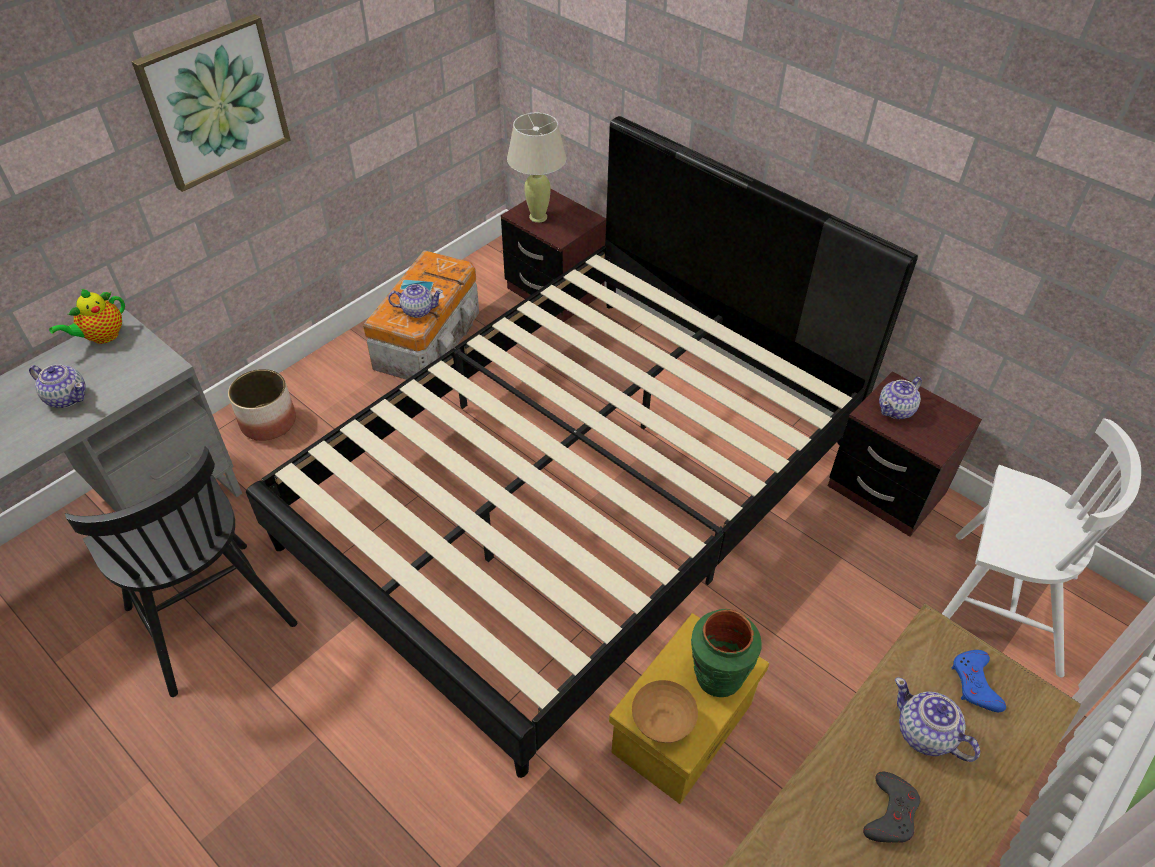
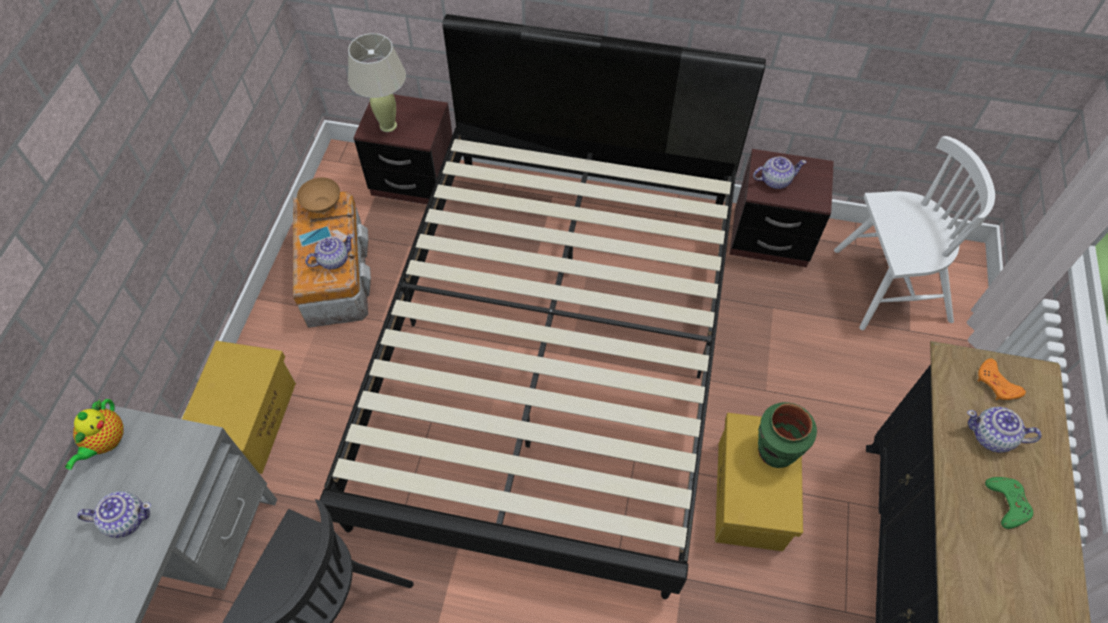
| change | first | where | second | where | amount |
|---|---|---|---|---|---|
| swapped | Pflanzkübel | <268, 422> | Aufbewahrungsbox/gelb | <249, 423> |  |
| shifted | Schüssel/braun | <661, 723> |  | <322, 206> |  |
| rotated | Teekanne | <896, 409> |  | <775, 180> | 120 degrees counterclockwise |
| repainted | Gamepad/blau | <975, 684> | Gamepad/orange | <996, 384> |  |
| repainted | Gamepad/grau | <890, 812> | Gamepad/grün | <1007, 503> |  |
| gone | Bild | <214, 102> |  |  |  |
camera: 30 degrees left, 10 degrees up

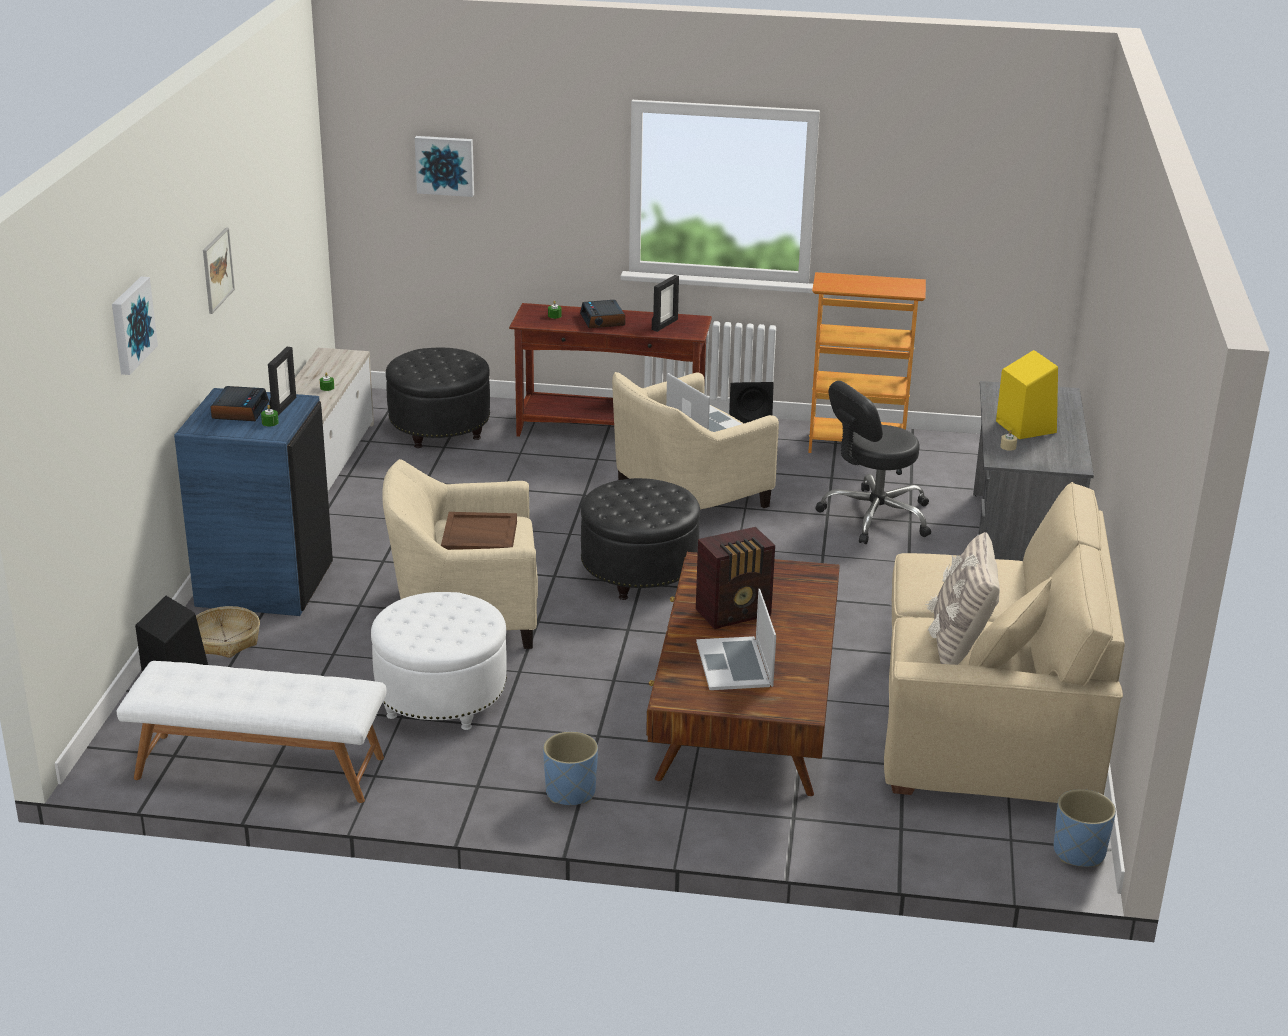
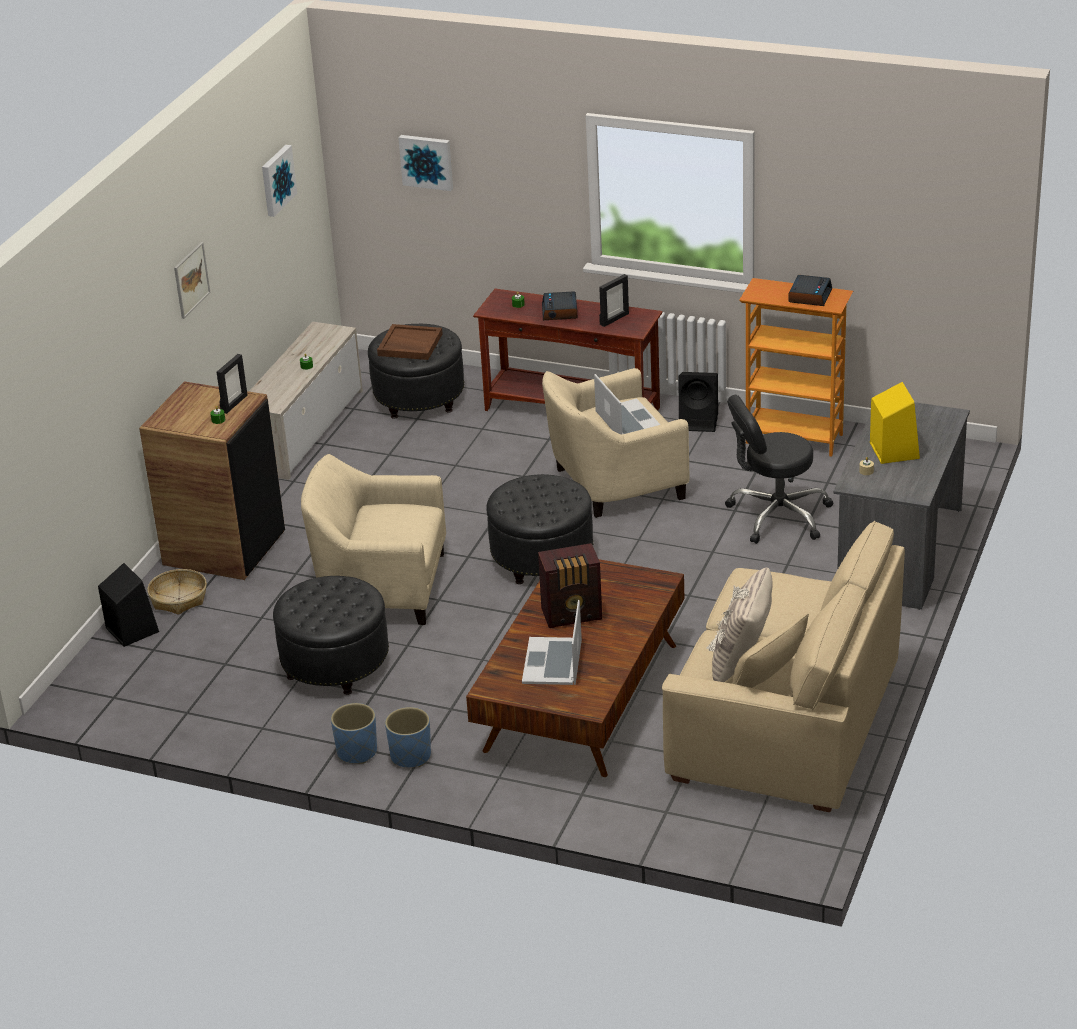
| change | first | where | second | where | amount |
|---|---|---|---|---|---|
| repainted | Schrank/blau | <265, 583> | Schrank/braun | <225, 547> |  |
| shifted | Bild | <131, 325> |  | <276, 180> |  |
| repainted | Polsterhocker/weiß | <441, 699> | Polsterhocker/schwarz | <335, 665> |  |
| shifted | Pflanzkübel/blau | <1079, 853> |  | <357, 752> |  |
| shifted | Tablett/braun | <479, 537> |  | <409, 345> |  |
| shifted | Wecker | <240, 410> |  | <809, 295> |  |
| gone | Bank/weiß | <259, 768> |  |  |  |
camera: 15 degrees right, 5 degrees up

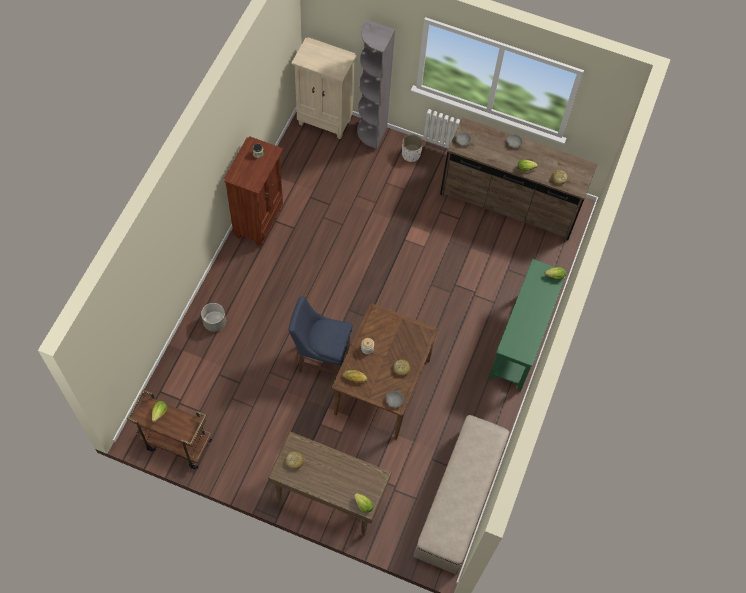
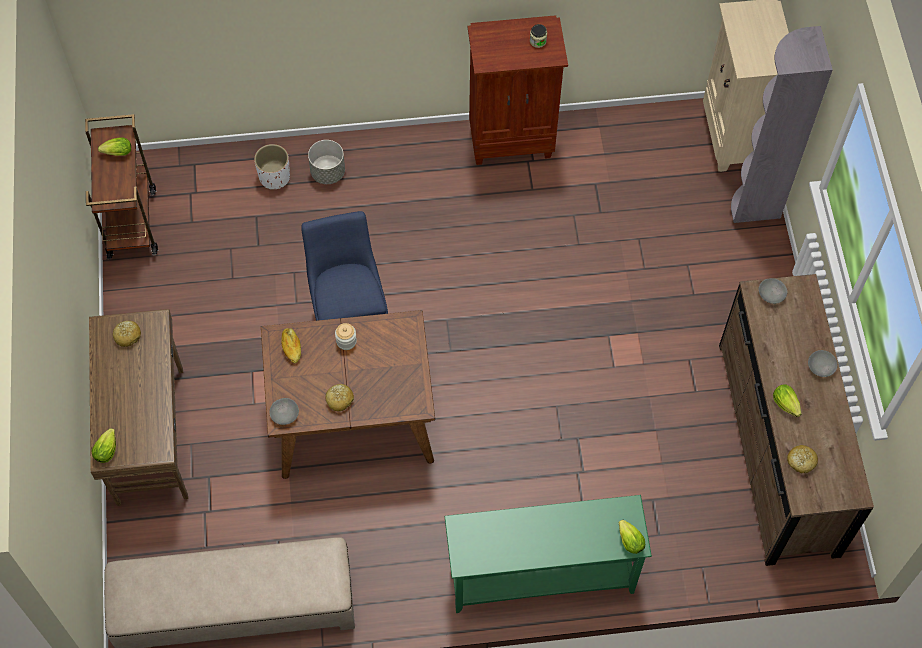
| change | first | where | second | where | amount |
|---|---|---|---|---|---|
| shifted | Pflanzkübel/weiß | <411, 155> |  | <274, 177> |  |
camera: 65 degrees right, 0 degrees up

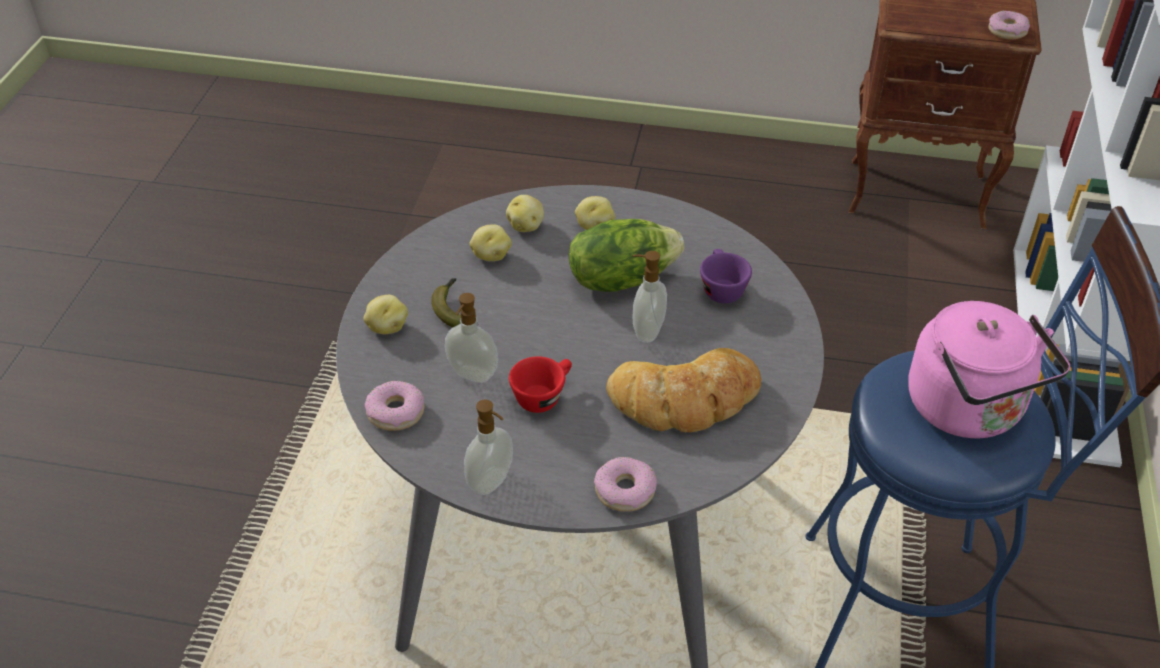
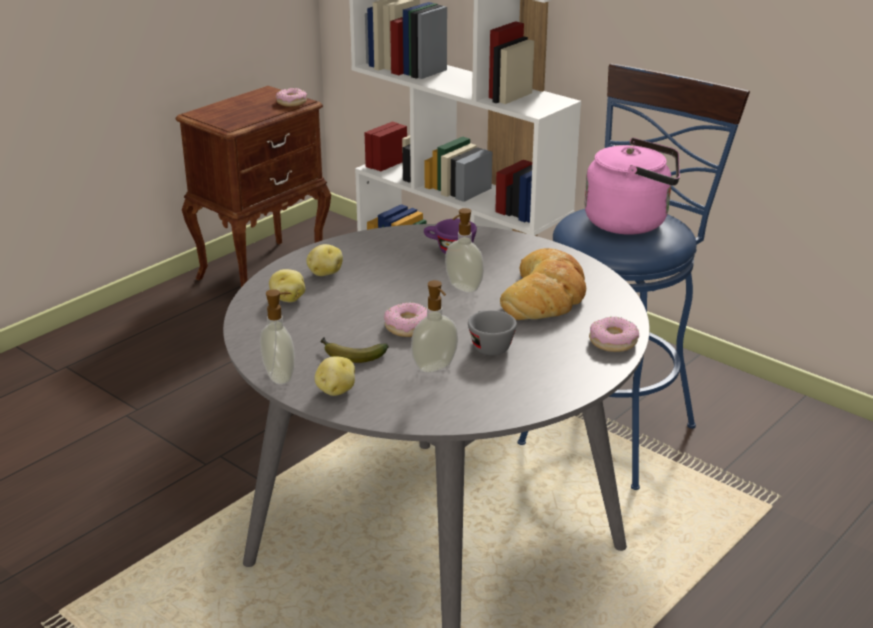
| change | first | where | second | where | amount |
|---|---|---|---|---|---|
| shifted | Seifenspender | <492, 482> |  | <280, 376> |  |
| shifted | Donut | <395, 412> |  | <408, 327> |  |
| repainted | Tasse/rot | <543, 395> | Tasse/grau | <488, 345> |  |
| gone | Kartoffel | <490, 255> |  |  |  |
| gone | Salatkopf | <621, 278> |  |  |  |
camera: 60 degrees left, 15 degrees down

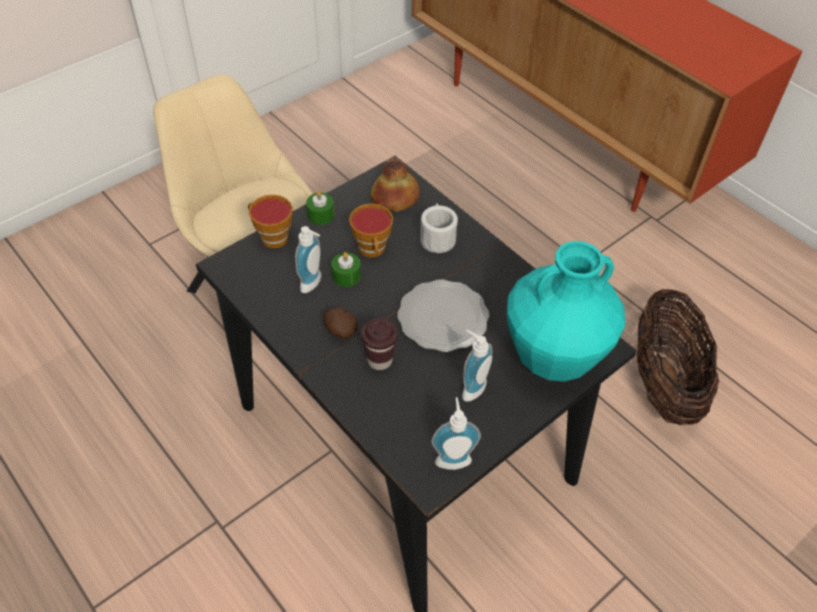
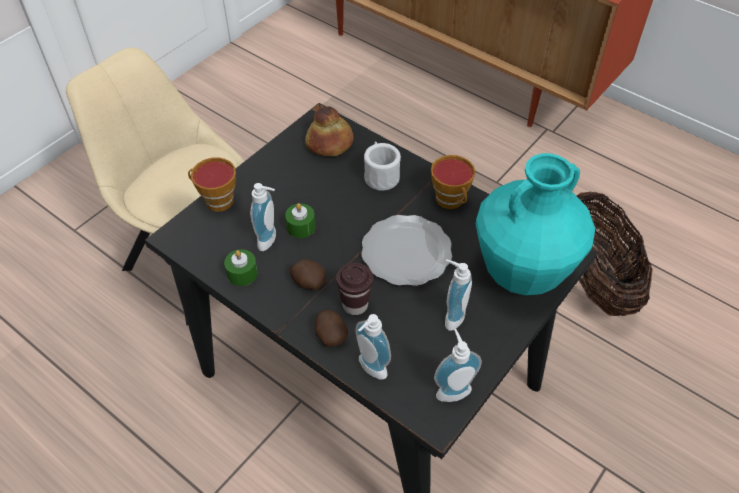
| change | first | where | second | where | amount |
|---|---|---|---|---|---|
| shifted | Kerze/grün | <320, 215> |  | <242, 273> |  |
| new |  |  | Kartoffel | <330, 335> |  |
| new |  |  | Seifenspender | <369, 369> |  |
| shifted | Tasse | <372, 250> |  | <451, 201> |  |
camera: 10 degrees left, 0 degrees up

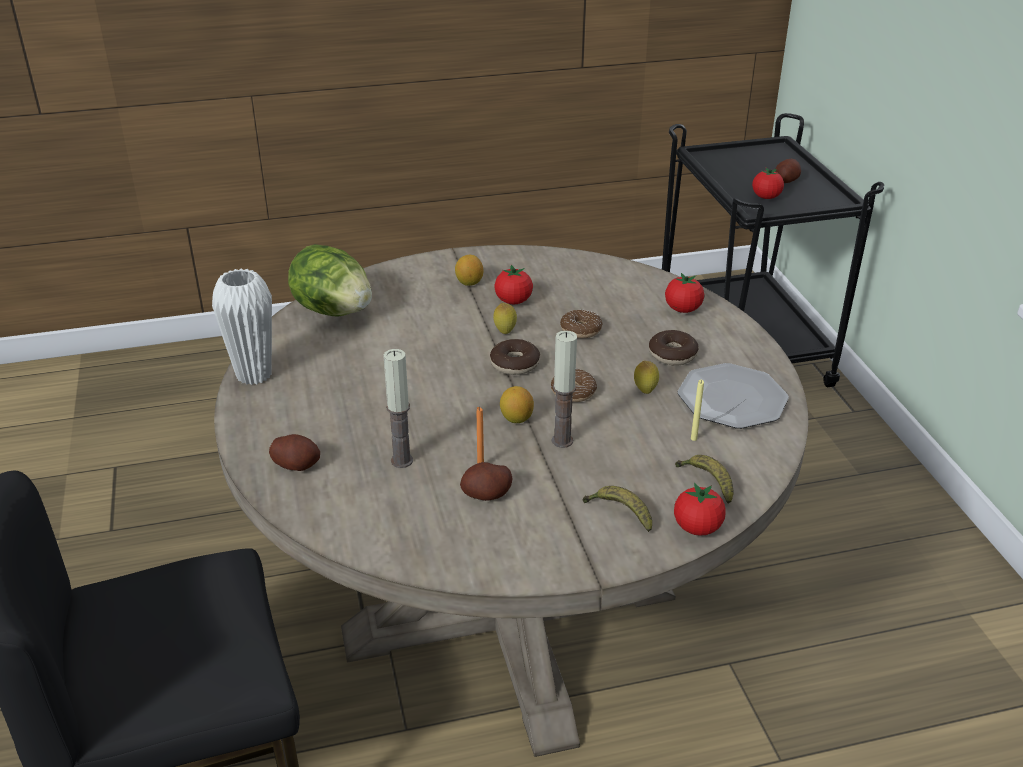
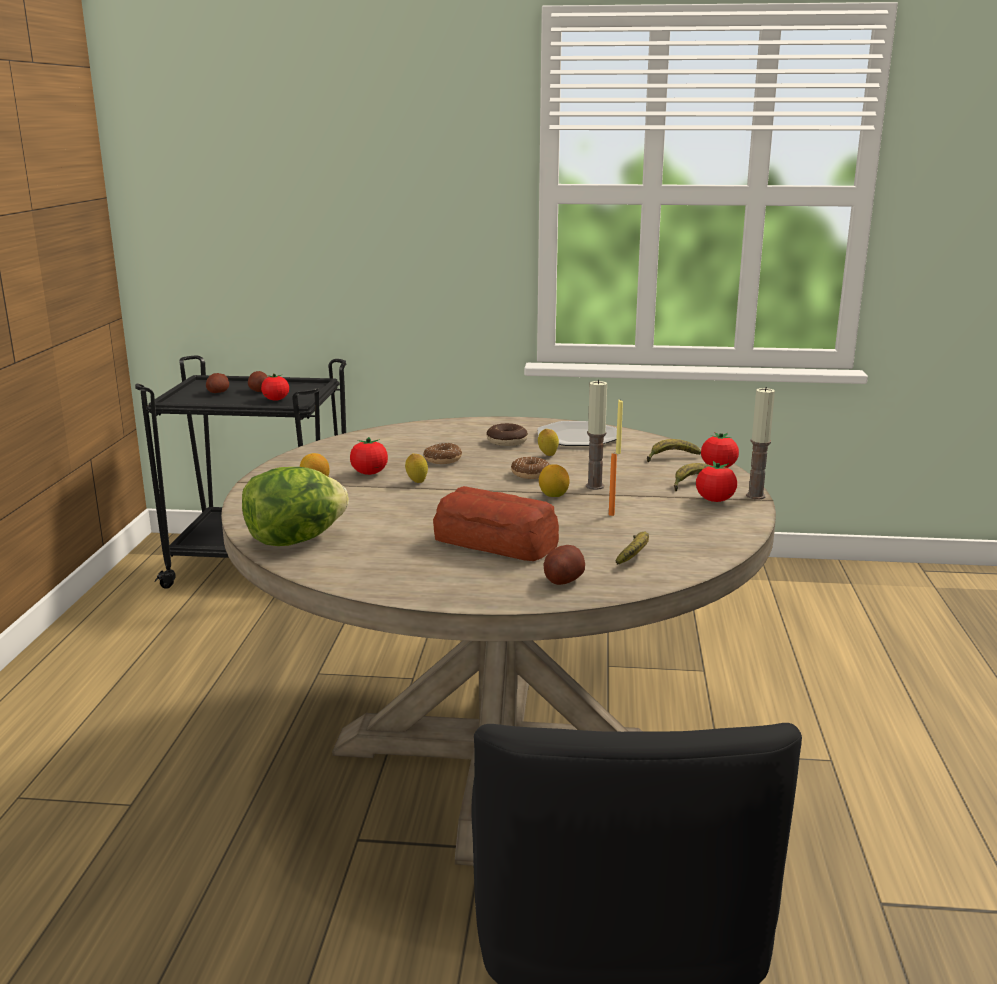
| change | first | where | second | where | amount |
|---|---|---|---|---|---|
| shifted | Kartoffel | <487, 494> |  | <218, 392> |  |
| new |  |  | Brot | <496, 542> |  |
| new |  |  | Banane | <634, 555> |  |
| shifted | Tomate | <683, 309> |  | <715, 500> |  |
| shifted | Kerze | <402, 460> |  | <755, 496> |  |
| gone | Vase/weiß | <254, 375> |  |  |  |
| gone | Donut | <515, 364> |  |  |  |
camera: 70 degrees left, 15 degrees down

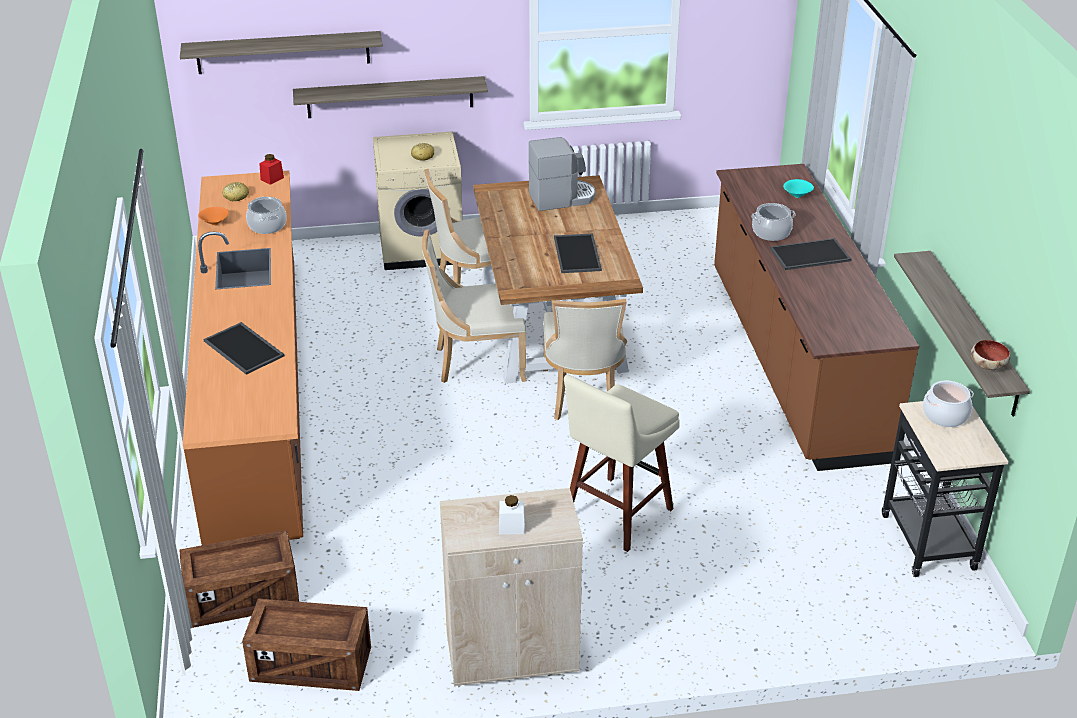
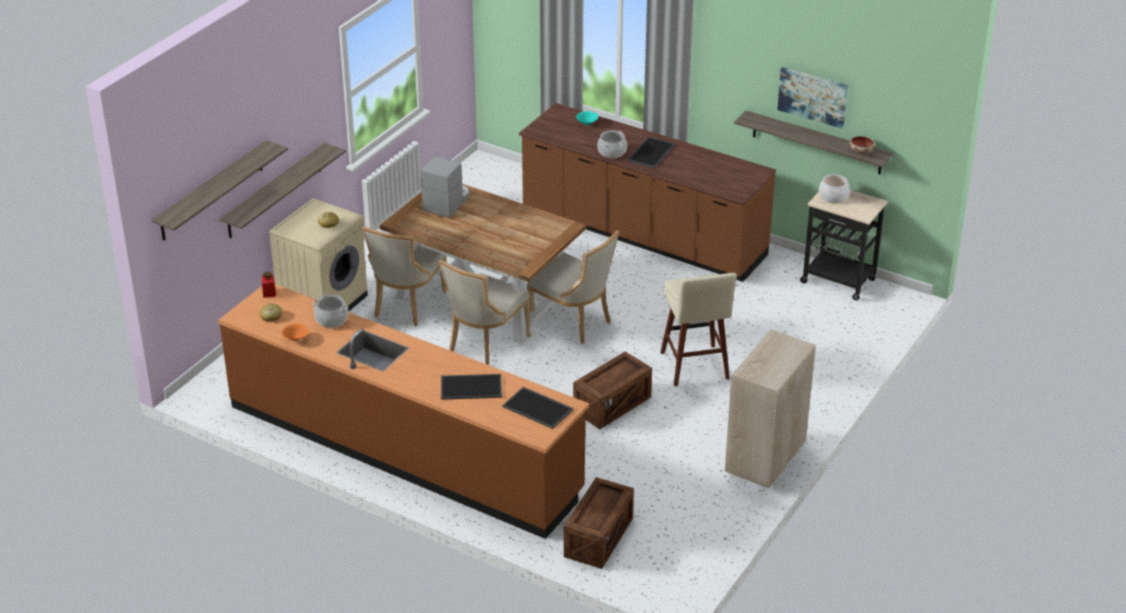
| change | first | where | second | where | amount |
|---|---|---|---|---|---|
| shifted | Tablett | <578, 254> |  | <539, 408> |  |
| shifted | Kiste | <310, 665> |  | <612, 405> |  |
| new |  |  | Bild | <813, 96> |  |
| gone | Vorratsglas/weiß | <511, 527> |  |  |  |
camera: 50 degrees left, 0 degrees up

